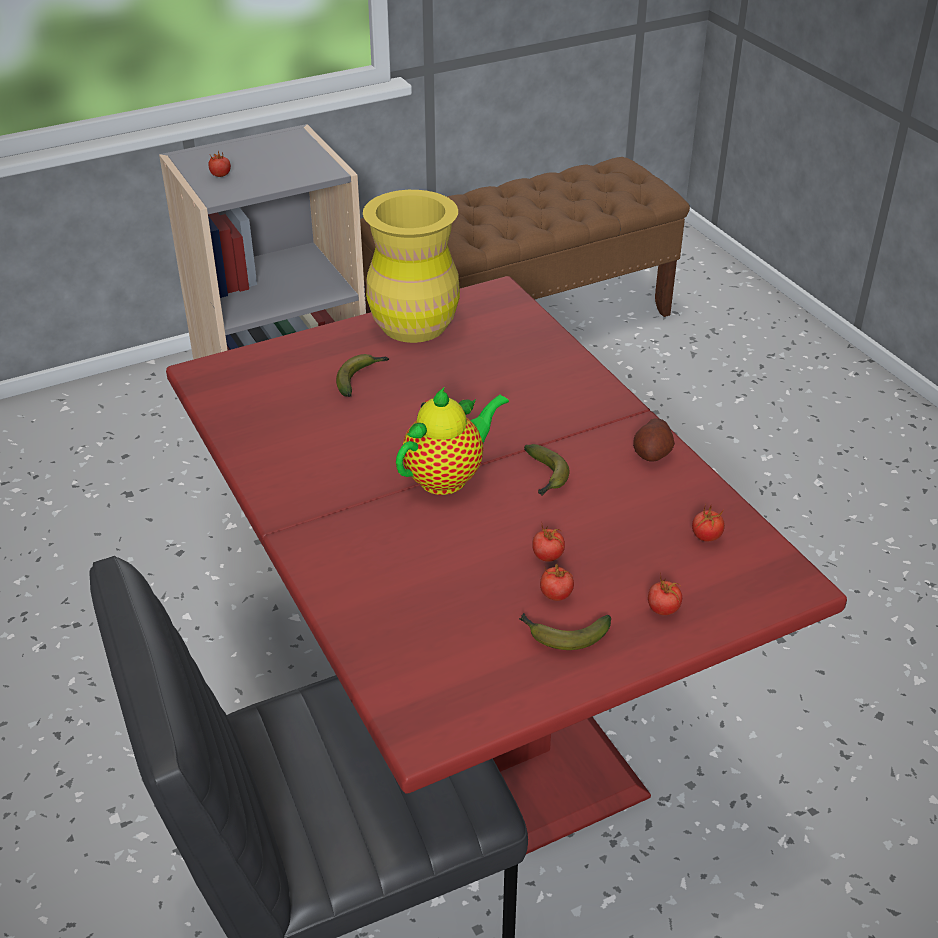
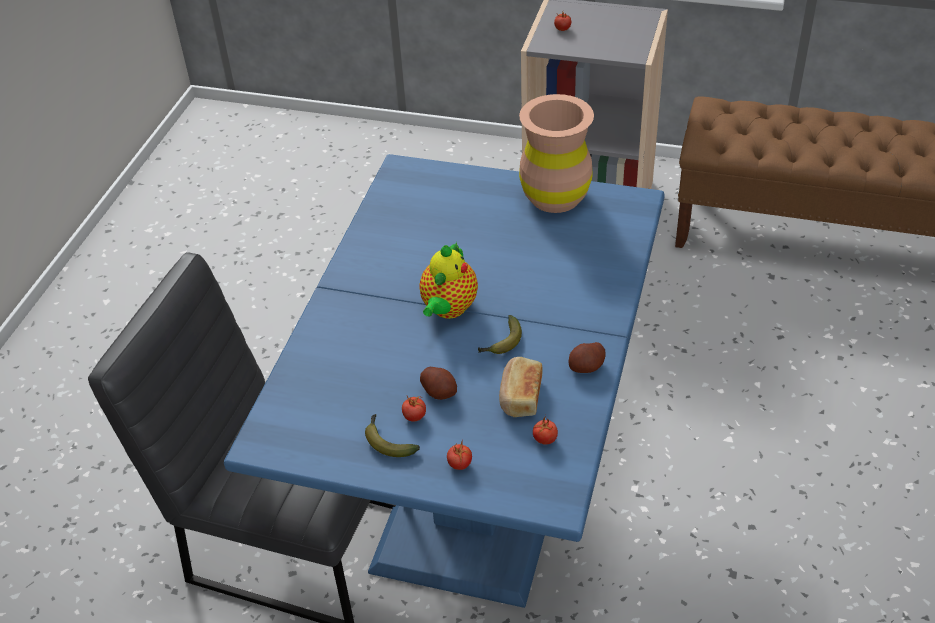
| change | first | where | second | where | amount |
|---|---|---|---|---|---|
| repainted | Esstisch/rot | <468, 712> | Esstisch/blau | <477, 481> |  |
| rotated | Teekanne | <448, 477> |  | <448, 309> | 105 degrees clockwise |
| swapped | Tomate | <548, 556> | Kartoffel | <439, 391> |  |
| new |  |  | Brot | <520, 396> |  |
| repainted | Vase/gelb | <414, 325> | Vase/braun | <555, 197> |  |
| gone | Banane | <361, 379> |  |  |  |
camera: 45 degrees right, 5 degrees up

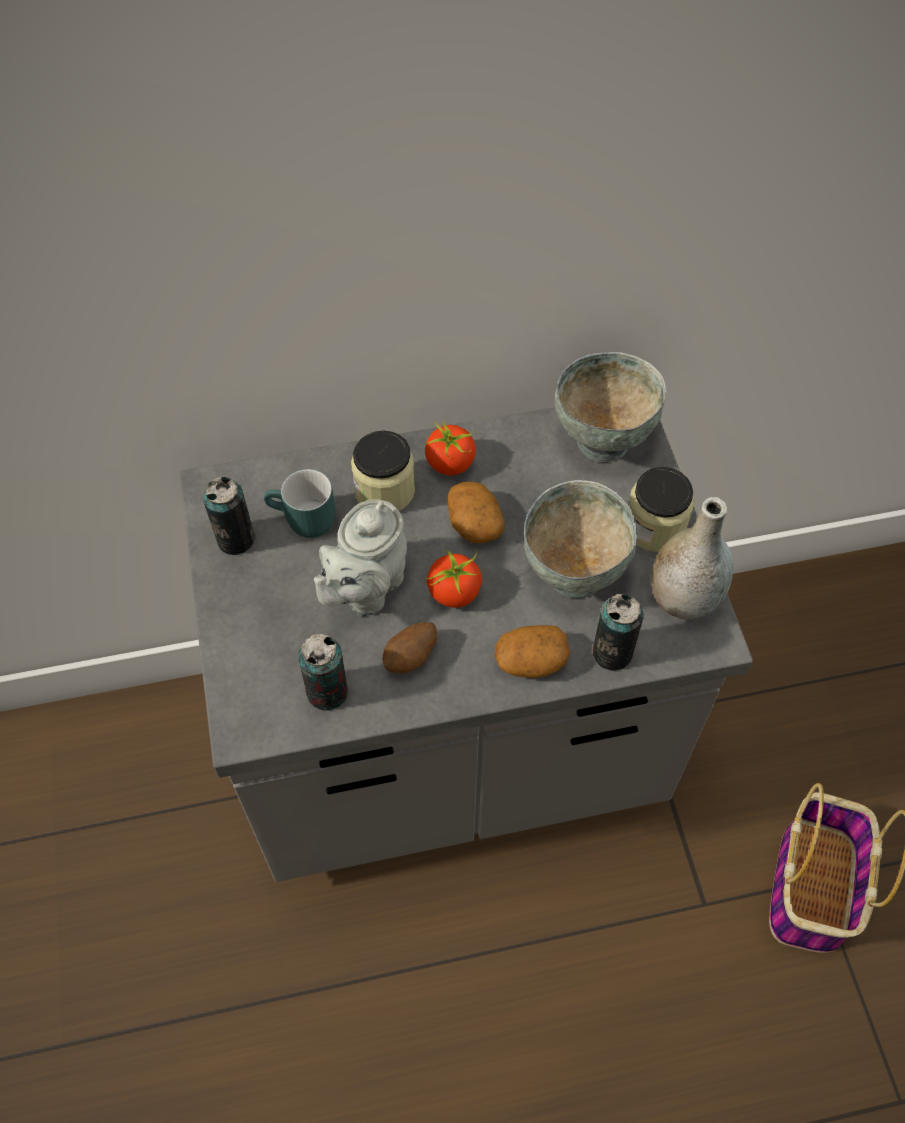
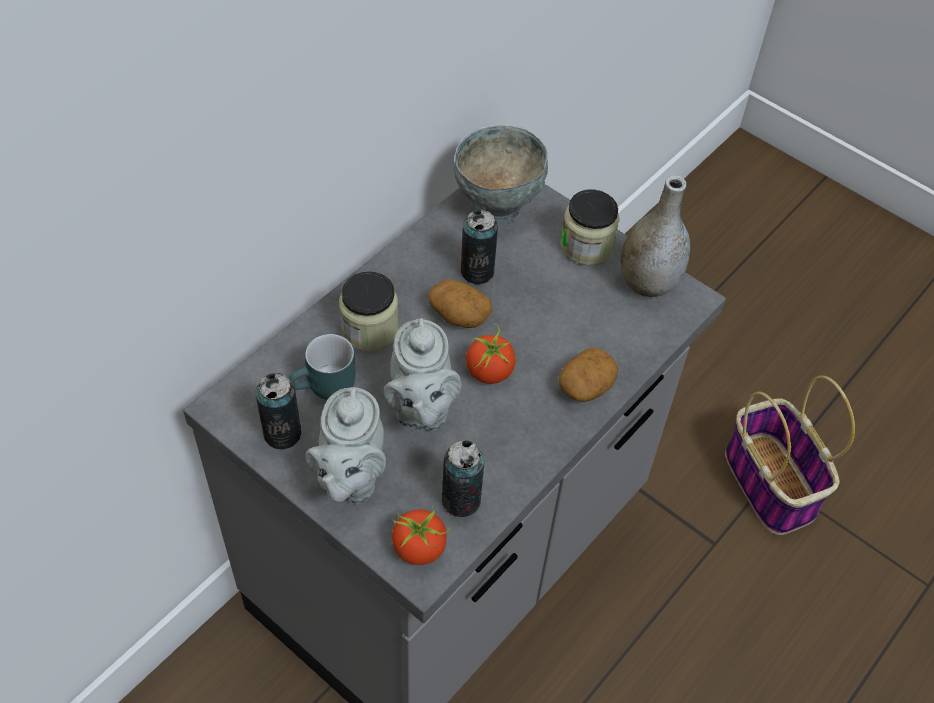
| change | first | where | second | where | amount |
|---|---|---|---|---|---|
| new |  |  | Teekanne/grau | <350, 478> |  |
| shifted | Tomate | <450, 464> |  | <420, 548> |  |
| shifted | Dose | <612, 652> |  | <477, 271> |  |
| gone | Kartoffel | <411, 657> |  |  |  |
| gone | Schüssel/grau | <573, 573> |  |  |  |
camera: 40 degrees left, 5 degrees down

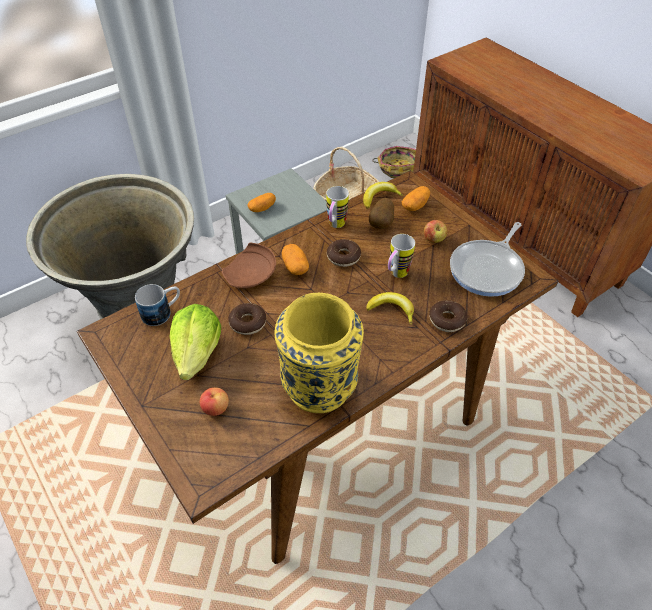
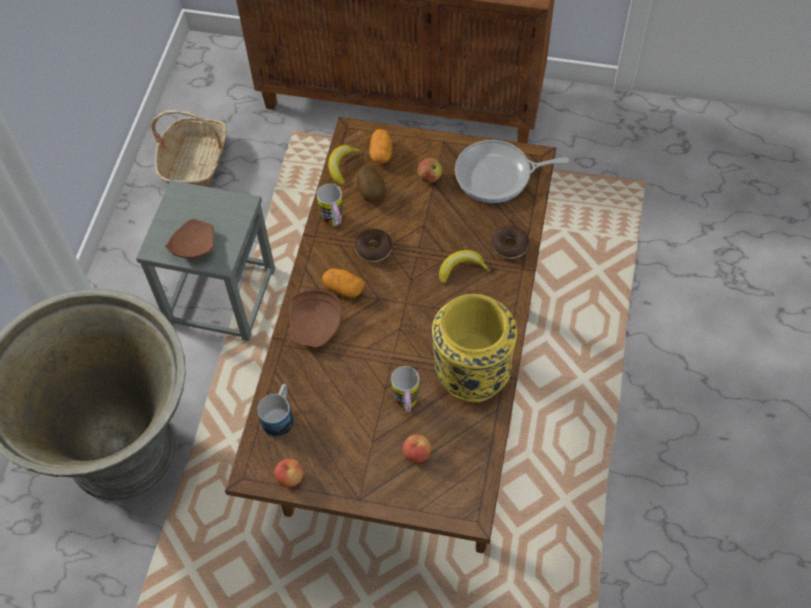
| change | first | where | second | where | amount |
|---|---|---|---|---|---|
| swapped | Kartoffel | <262, 208> | Teller/braun | <193, 247> |  |
| new |  |  | Apfel | <290, 478> |  |
| shifted | Henkelbecher | <396, 275> |  | <407, 406> |  |
| rotated | Pfanne | <488, 269> |  | <497, 175> | 90 degrees clockwise |
| gone | Salatkopf | <198, 354> |  |  |  |
| gone | Donut | <248, 323> |  |  |  |
| gone | Korb | <398, 168> |  |  |  |
camera: 40 degrees left, 10 degrees up

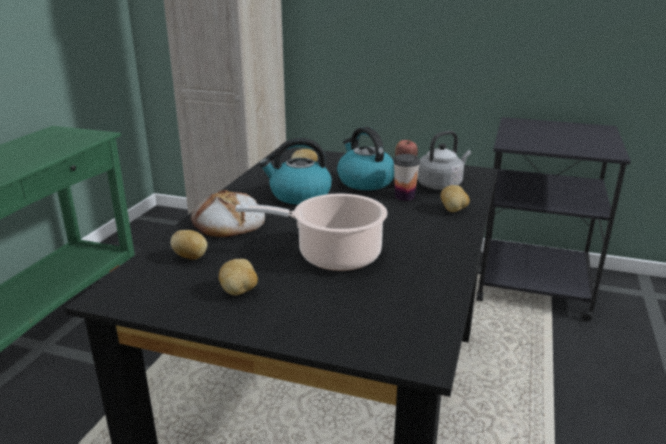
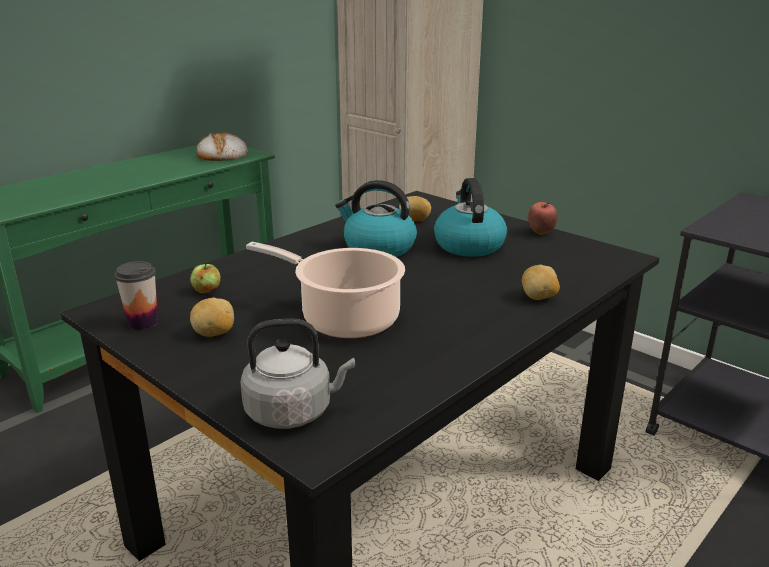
| change | first | where | second | where | amount |
|---|---|---|---|---|---|
| shifted | Tasse | <404, 196> |  | <143, 323> |  |
| swapped | Kartoffel | <191, 257> | Apfel | <206, 290> |  |
| shifted | Brot | <228, 222> |  | <222, 155> |  |
| shifted | Wasserkessel/grau | <441, 185> |  | <293, 412> |  |
camera: 25 degrees right, 0 degrees up

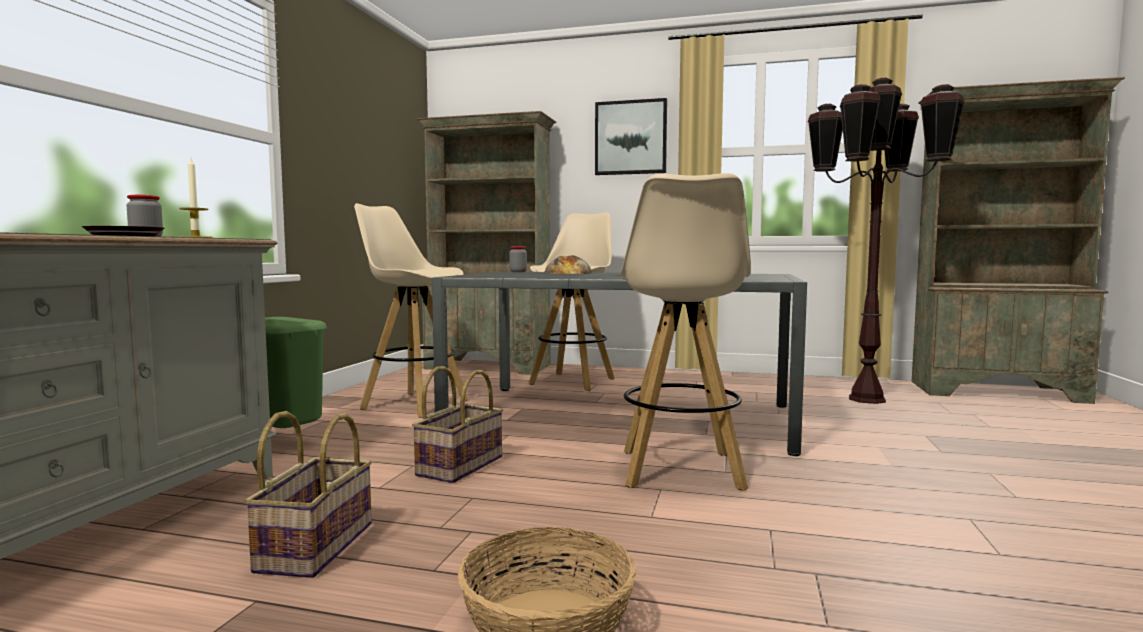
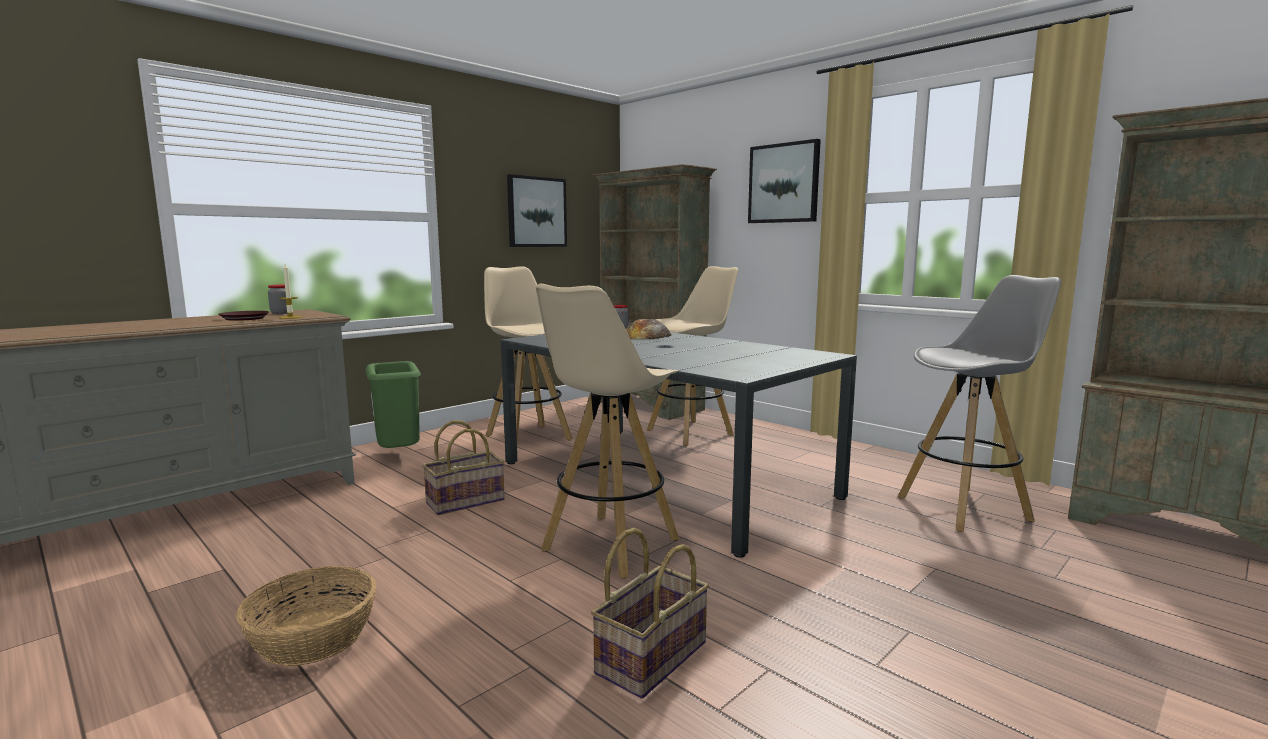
| change | first | where | second | where | amount |
|---|---|---|---|---|---|
| new |  |  | Bild | <536, 212> |  |
| shifted | Korb | <314, 546> |  | <650, 656> |  |
| swapped | Stehlampe/braun | <867, 399> | Hocker/grau | <966, 508> |  |
camera: 30 degrees right, 5 degrees up

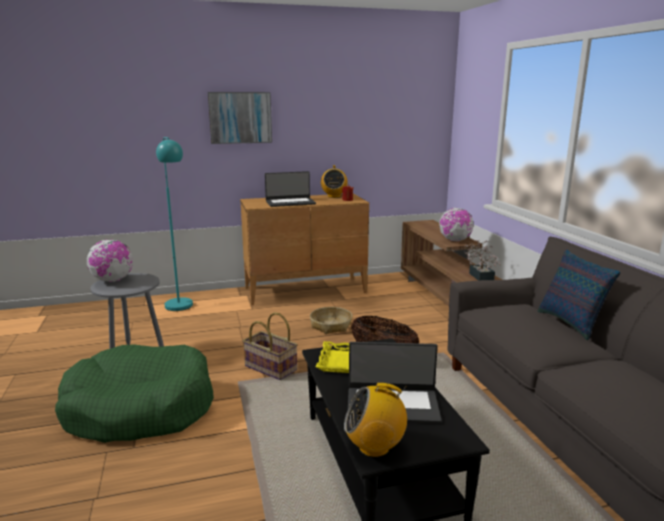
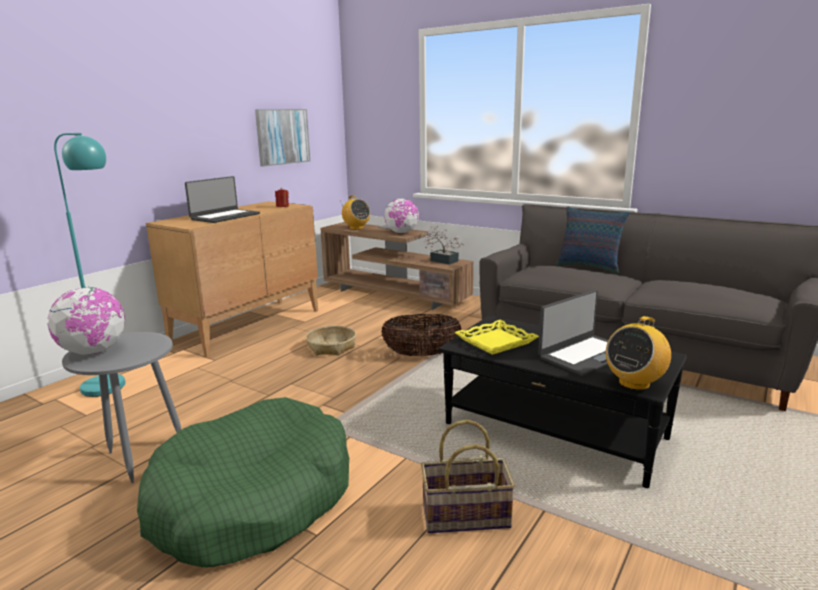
| change | first | where | second | where | amount |
|---|---|---|---|---|---|
| shifted | Bild | <240, 117> |  | <282, 136> |  |
| shifted | Radio | <334, 196> |  | <356, 228> |  |
| shifted | Korb | <270, 368> |  | <465, 517> |  |
camera: 40 degrees left, 0 degrees up

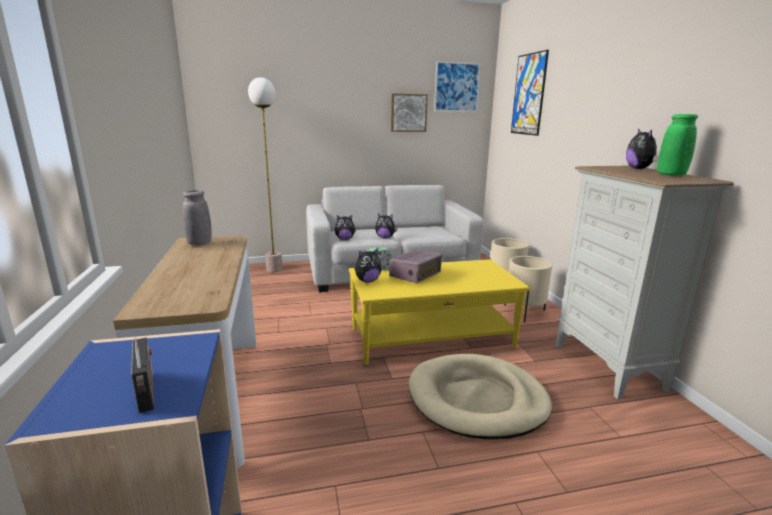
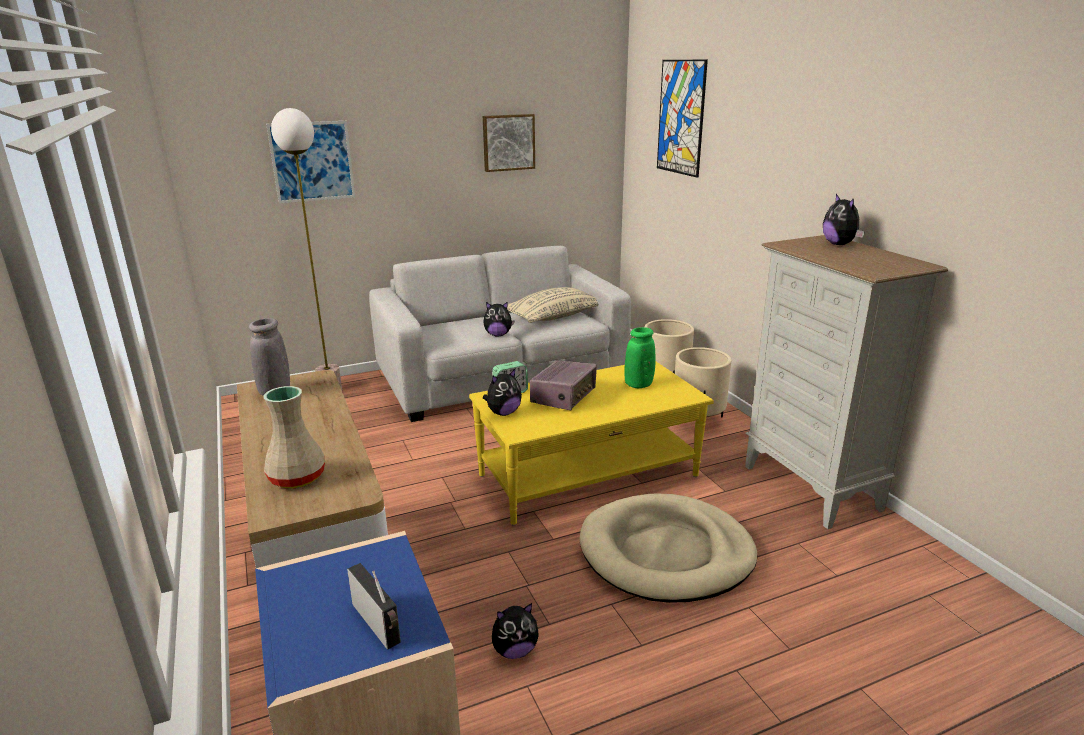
| change | first | where | second | where | amount |
|---|---|---|---|---|---|
| new |  |  | Vase/beige | <298, 478> |  |
| shifted | Bild | <457, 87> |  | <312, 161> |  |
| shifted | Plüschtier | <345, 239> |  | <515, 650> |  |
| new |  |  | Kissen/beige | <555, 316> |  |
| shifted | Vase/grün | <671, 175> |  | <638, 385> |  |
camera: 10 degrees left, 5 degrees up

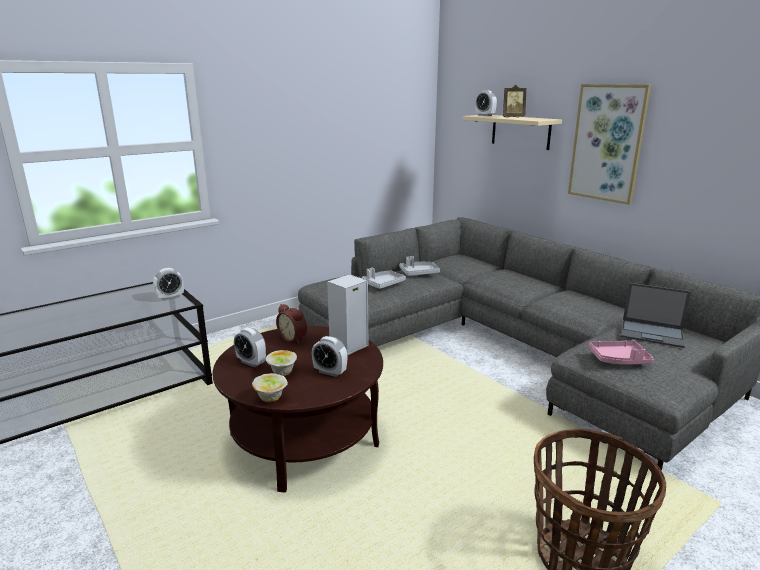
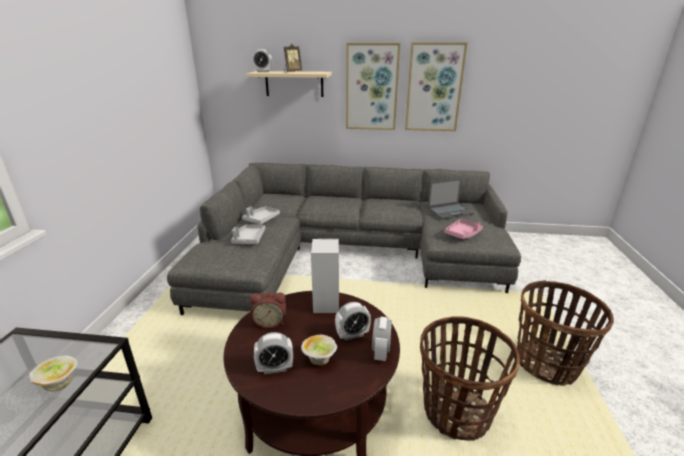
| change | first | where | second | where | amount |
|---|---|---|---|---|---|
| shifted | Schüssel | <271, 398> |  | <60, 384> |  |
| shifted | Wecker | <170, 297> |  | <381, 352> |  |
| new |  |  | Bild | <434, 88> |  |
| new |  |  | Korb | <456, 411> |  |
camera: 45 degrees left, 5 degrees up

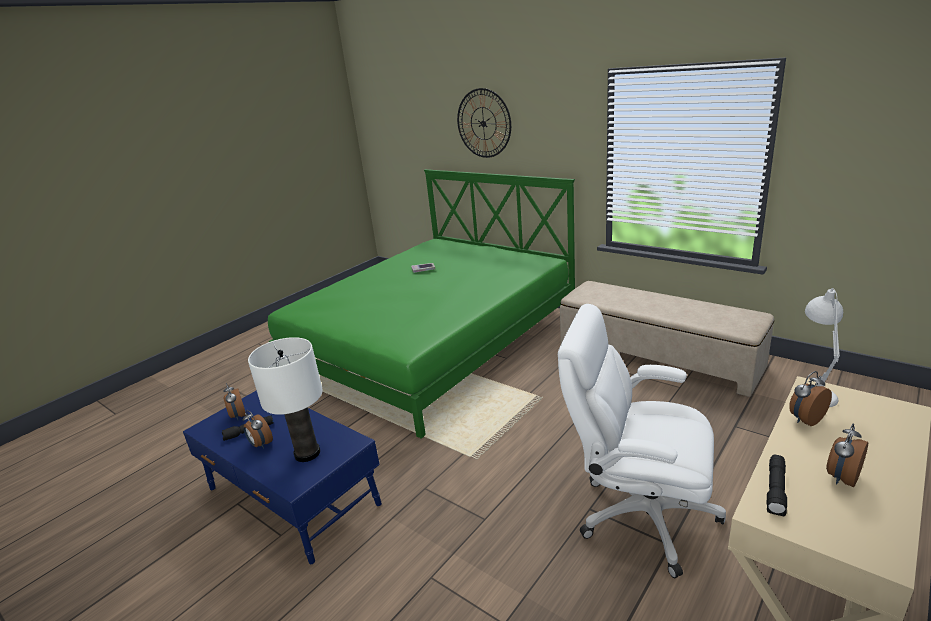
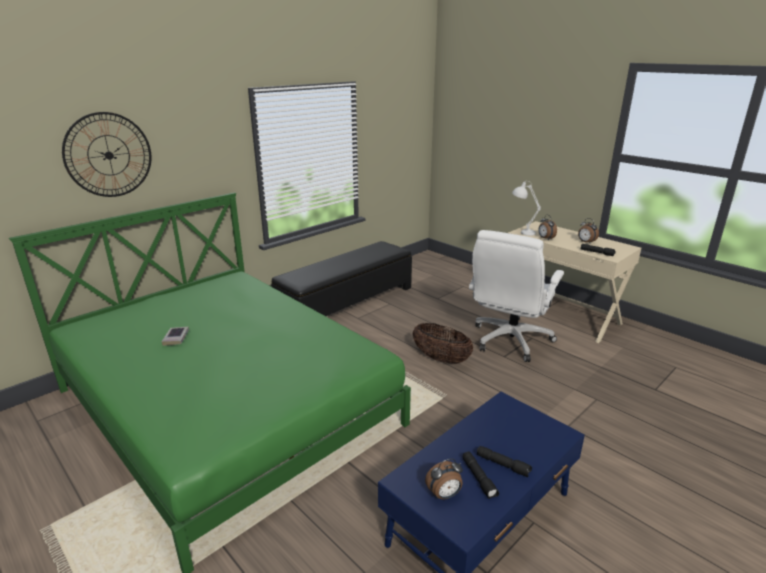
| change | first | where | second | where | amount |
|---|---|---|---|---|---|
| repainted | Bank/beige | <658, 356> | Bank/schwarz | <347, 302> |  |
| new |  |  | Korb | <441, 359> |  |
| swapped | Wecker | <260, 444> | Taschenlampe/schwarz | <503, 465> |  |
| gone | Tischlampe/weiß | <307, 453> |  |  |  |
camera: 85 degrees left, 0 degrees up

